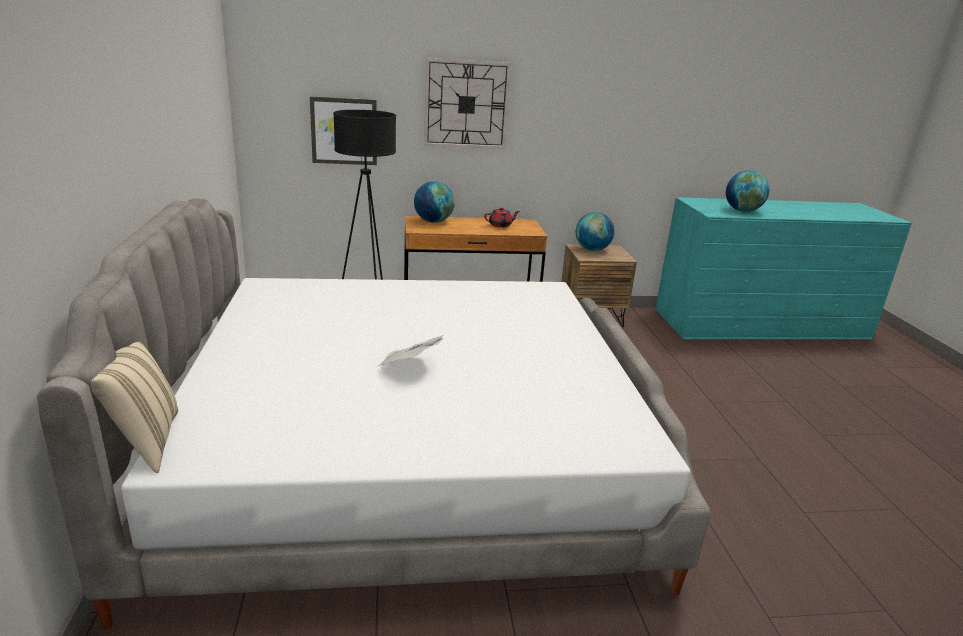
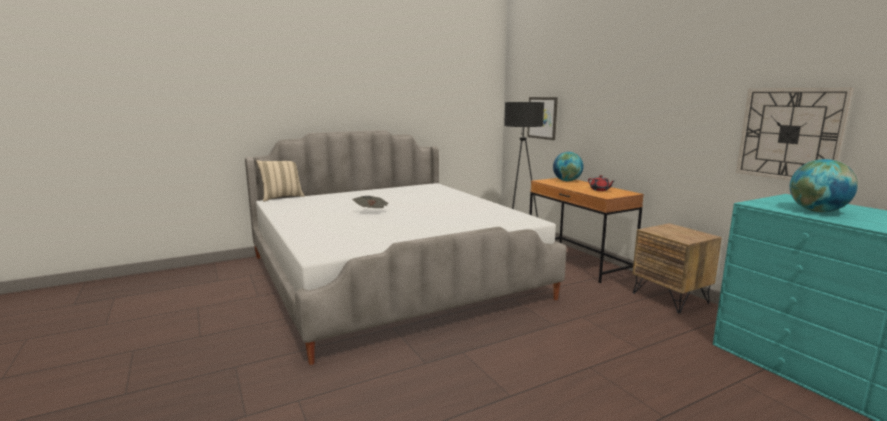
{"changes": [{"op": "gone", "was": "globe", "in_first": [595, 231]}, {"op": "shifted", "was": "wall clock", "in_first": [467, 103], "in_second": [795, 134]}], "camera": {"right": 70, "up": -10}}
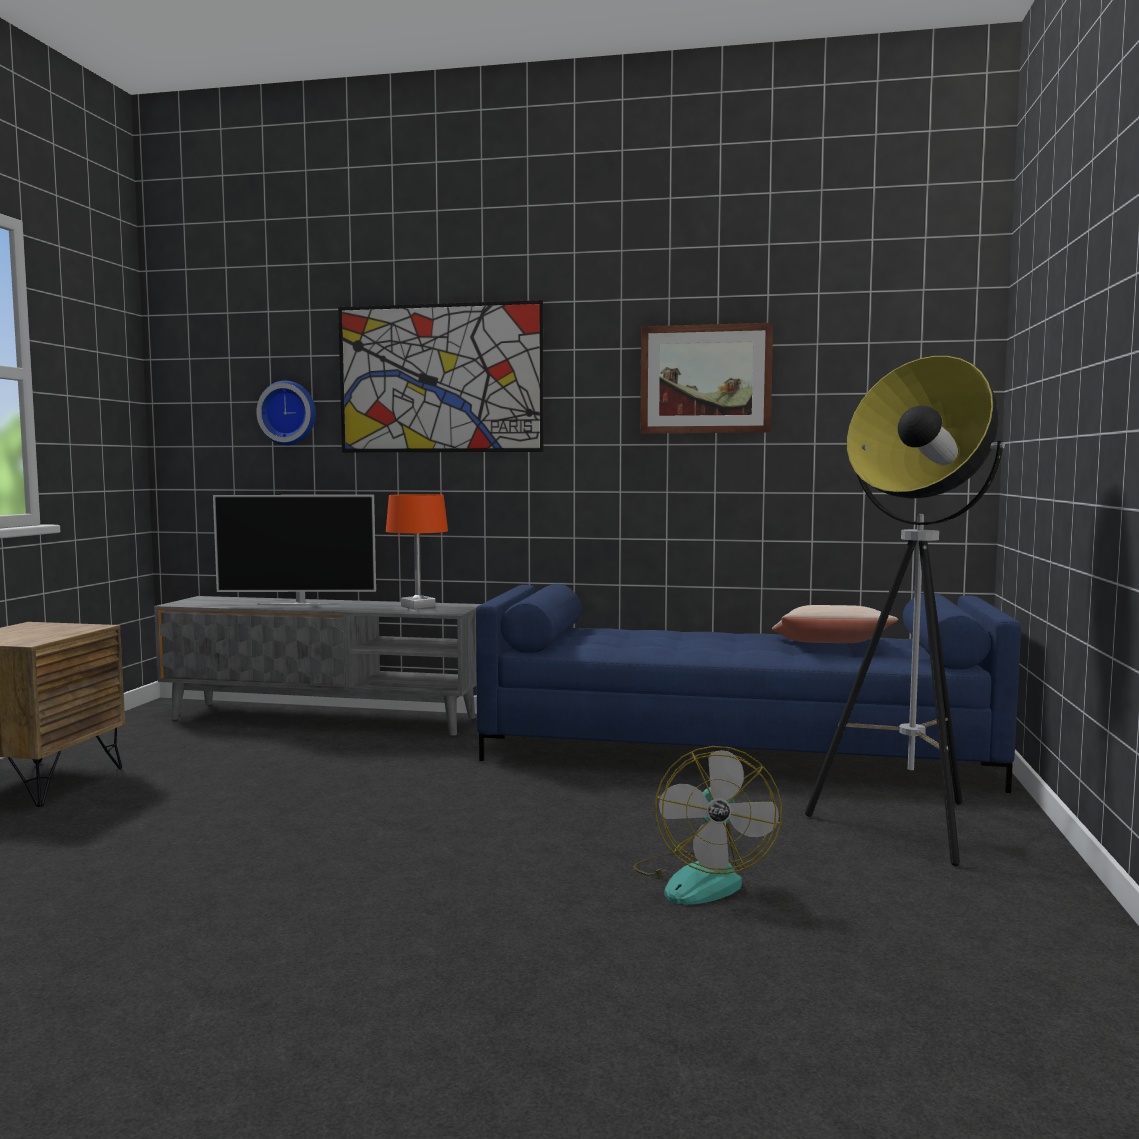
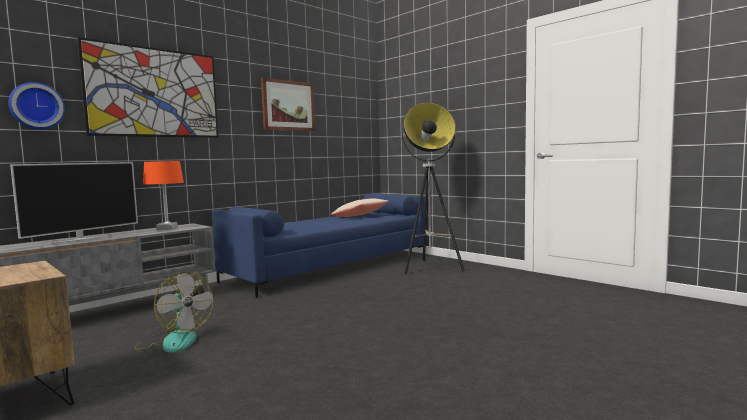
{"changes": [{"op": "shifted", "was": "fan", "in_first": [707, 825], "in_second": [173, 312]}], "camera": {"right": -55, "up": 0}}
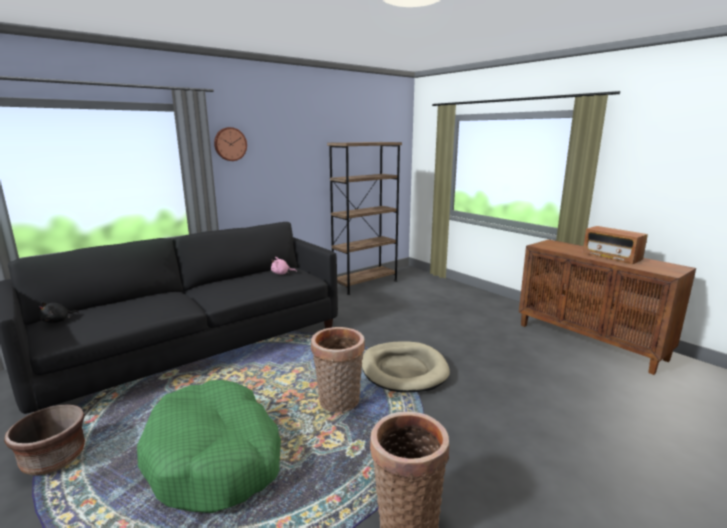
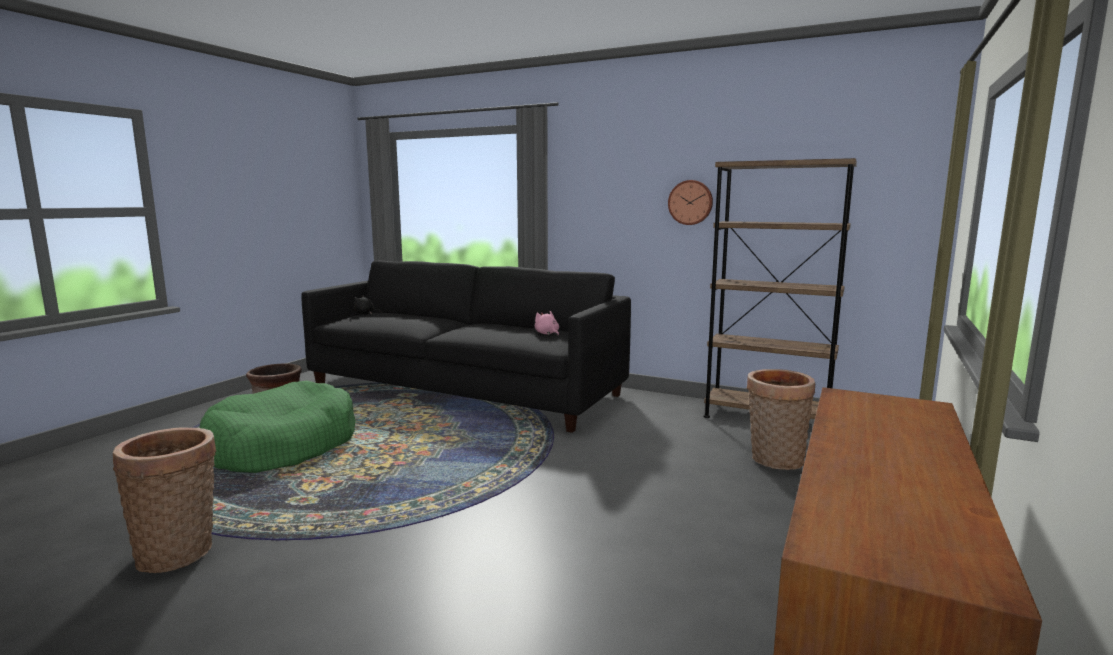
{"changes": [{"op": "gone", "was": "beige dog bed", "in_first": [406, 366]}, {"op": "gone", "was": "radio", "in_first": [615, 245]}, {"op": "shifted", "was": "wall clock", "in_first": [230, 144], "in_second": [690, 202]}, {"op": "shifted", "was": "basket", "in_first": [338, 370], "in_second": [780, 419]}], "camera": {"right": 65, "up": -5}}
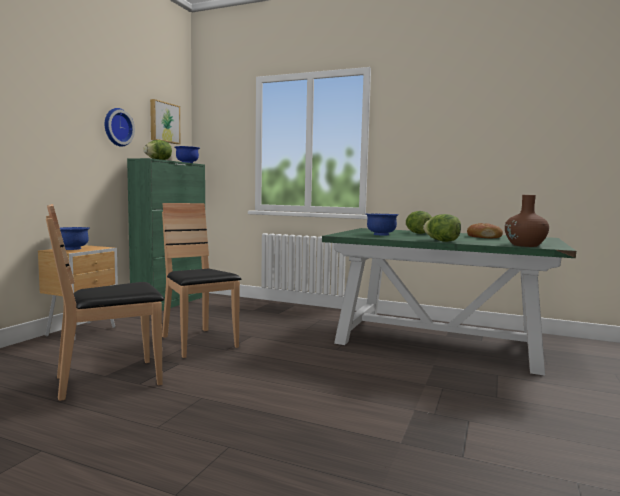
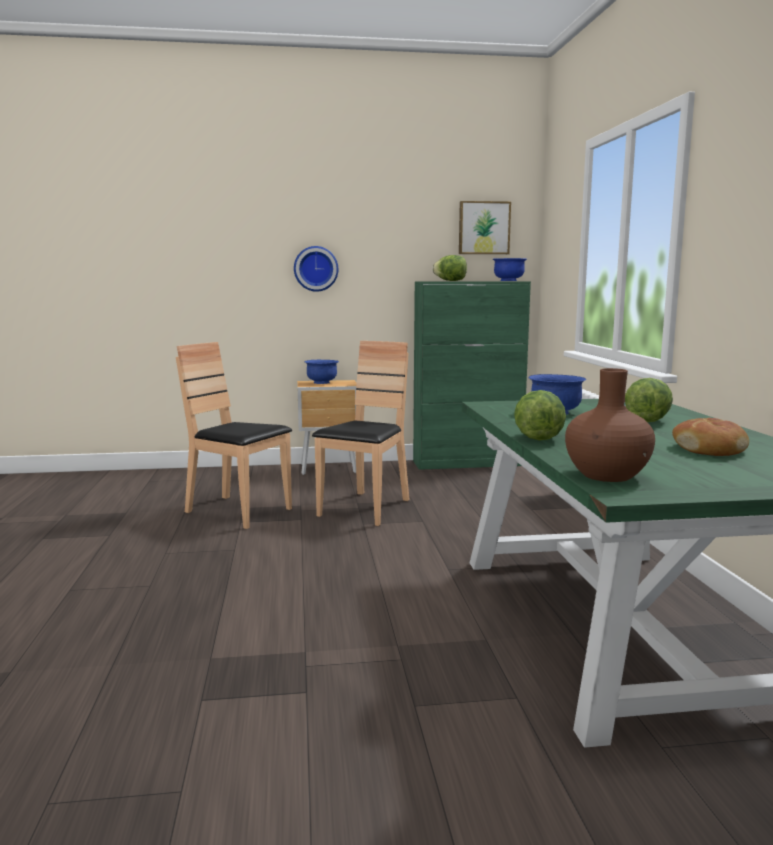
{"changes": [{"op": "shifted", "was": "wall clock", "in_first": [120, 127], "in_second": [316, 269]}], "camera": {"right": 60, "up": 5}}
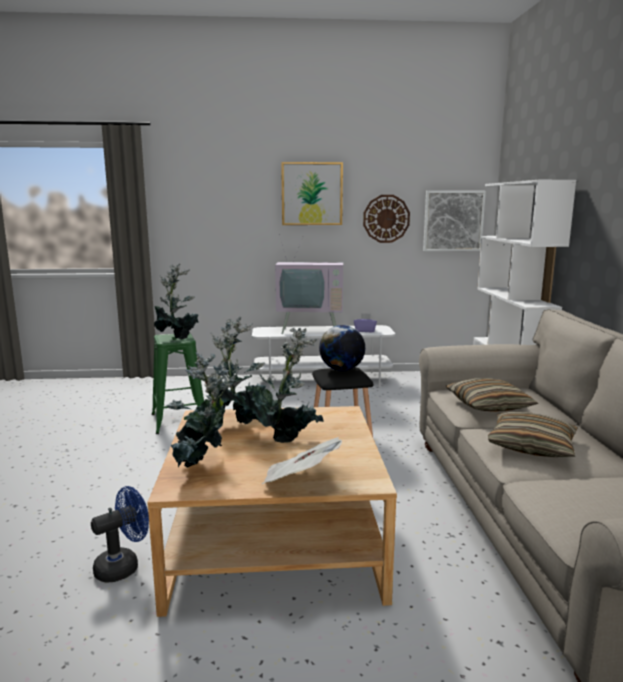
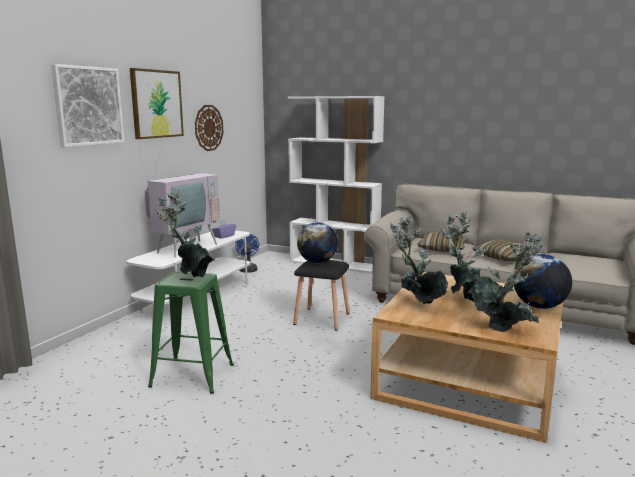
{"changes": [{"op": "shifted", "was": "blue fan", "in_first": [120, 534], "in_second": [247, 253]}, {"op": "shifted", "was": "picture", "in_first": [454, 221], "in_second": [88, 105]}, {"op": "swapped", "was": "newspaper", "now": "globe", "in_first": [302, 460], "in_second": [543, 281]}], "camera": {"right": -60, "up": 0}}
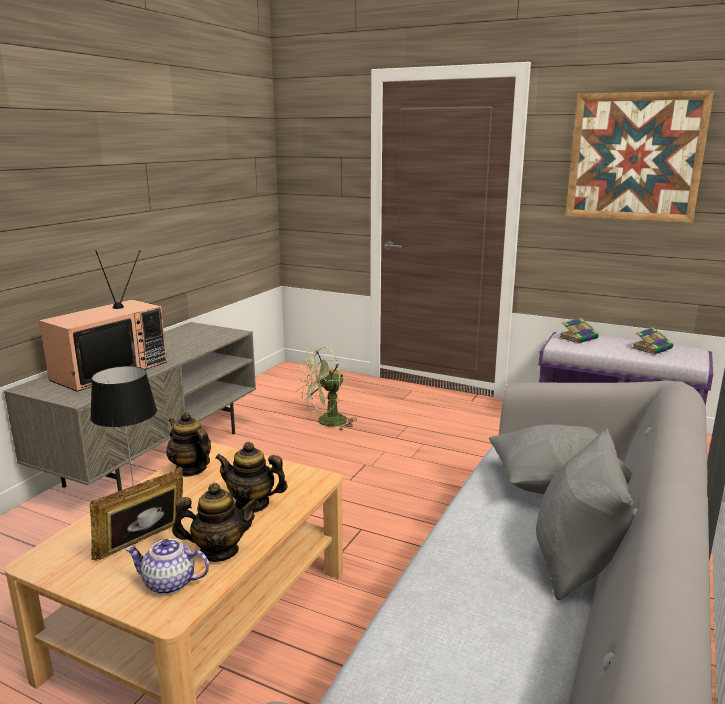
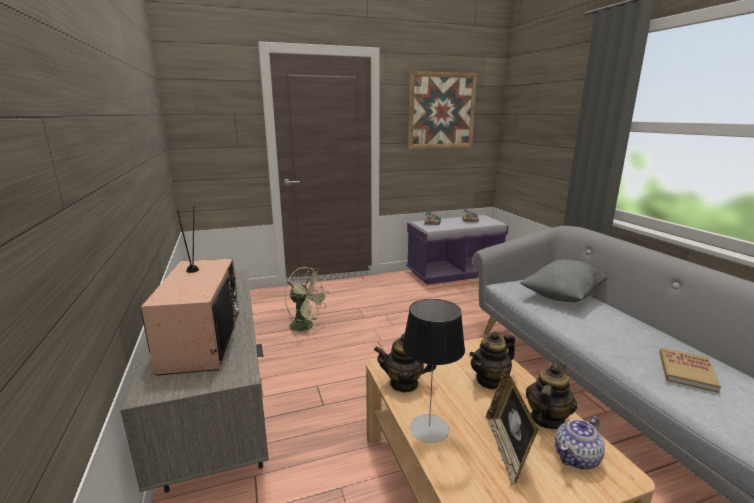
{"changes": [{"op": "gone", "was": "grey pillow", "in_first": [585, 514]}, {"op": "new", "now": "book", "in_second": [690, 370]}, {"op": "rotated", "was": "green fan", "in_first": [328, 389], "in_second": [306, 302], "clockwise": -75}], "camera": {"right": -45, "up": 0}}
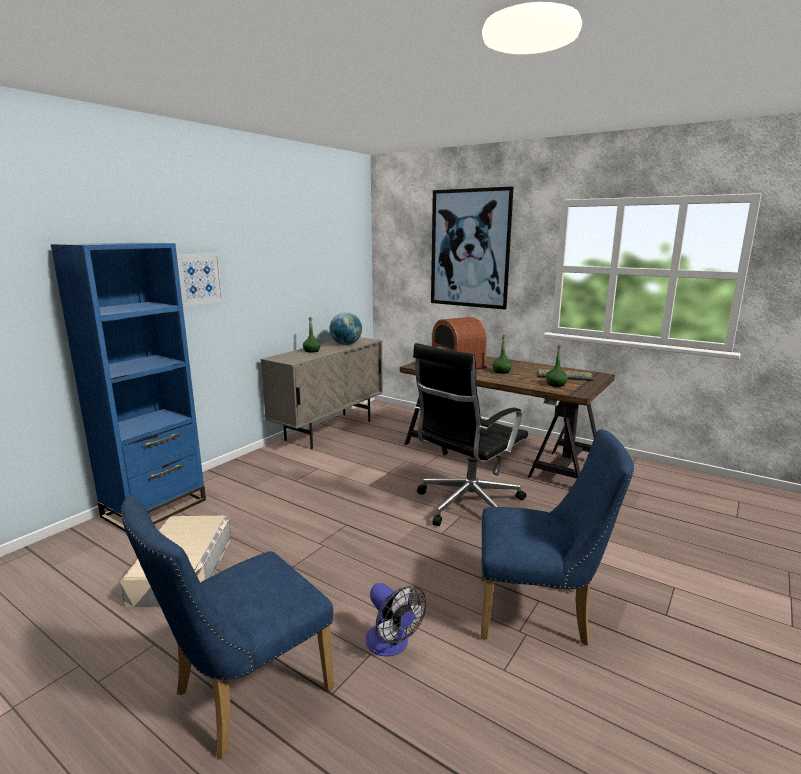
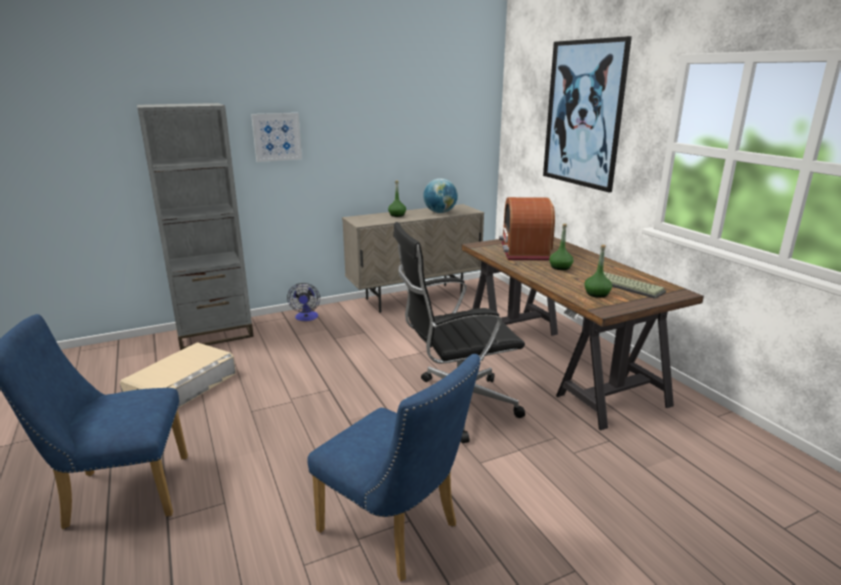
{"changes": [{"op": "shifted", "was": "fan", "in_first": [396, 620], "in_second": [303, 302]}, {"op": "repainted", "was": "blue bookcase", "now": "grey bookcase", "in_first": [128, 387], "in_second": [195, 226]}], "camera": {"right": 30, "up": 5}}
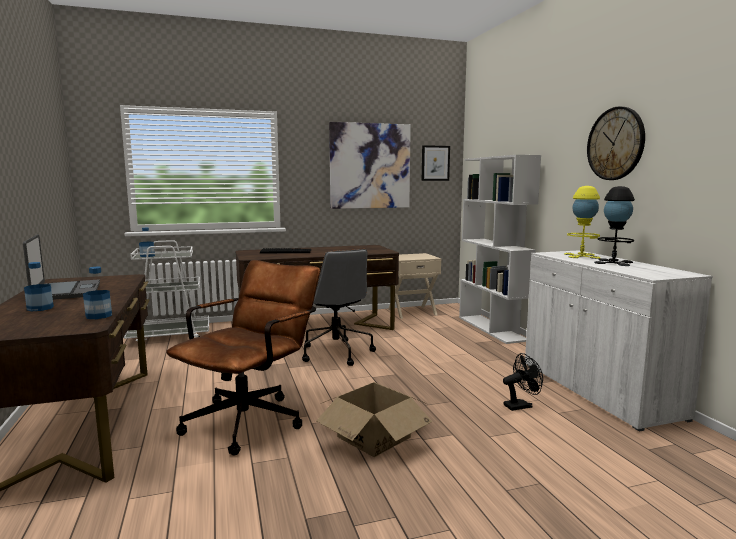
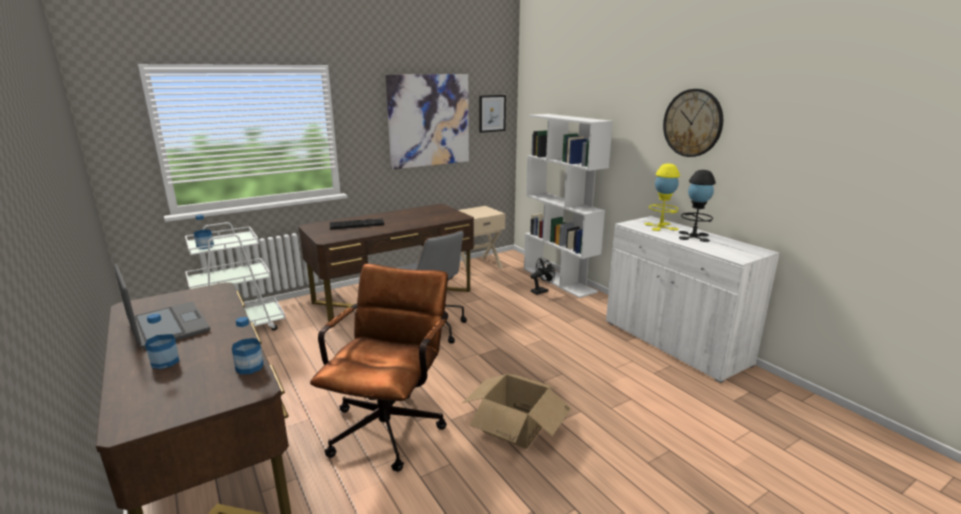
{"changes": [{"op": "shifted", "was": "black fan", "in_first": [523, 382], "in_second": [543, 276]}], "camera": {"right": -15, "up": 10}}
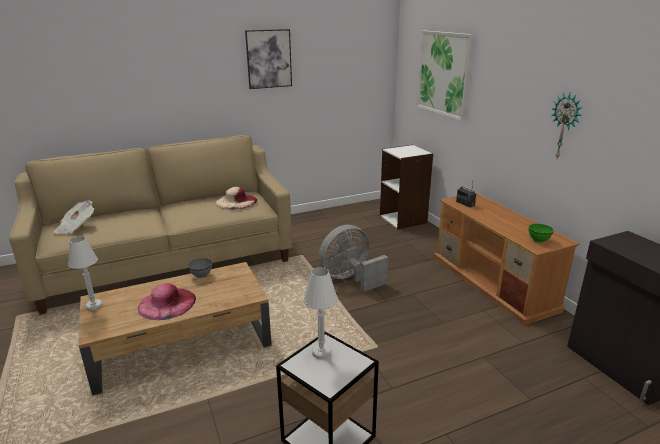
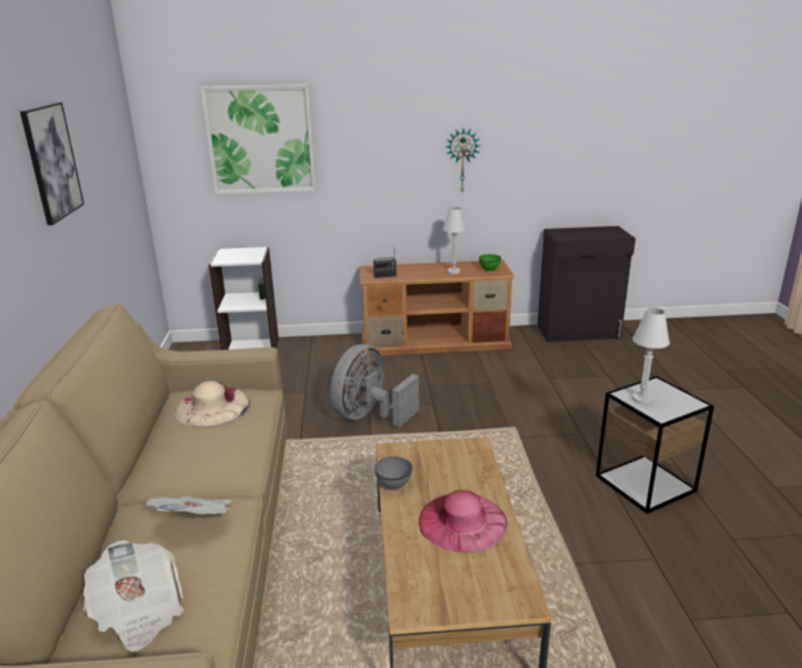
{"changes": [{"op": "new", "now": "newspaper", "in_second": [189, 505]}, {"op": "shifted", "was": "white table lamp", "in_first": [85, 273], "in_second": [454, 240]}, {"op": "rotated", "was": "grey fan", "in_first": [353, 258], "in_second": [374, 386], "clockwise": 45}], "camera": {"right": -70, "up": 0}}
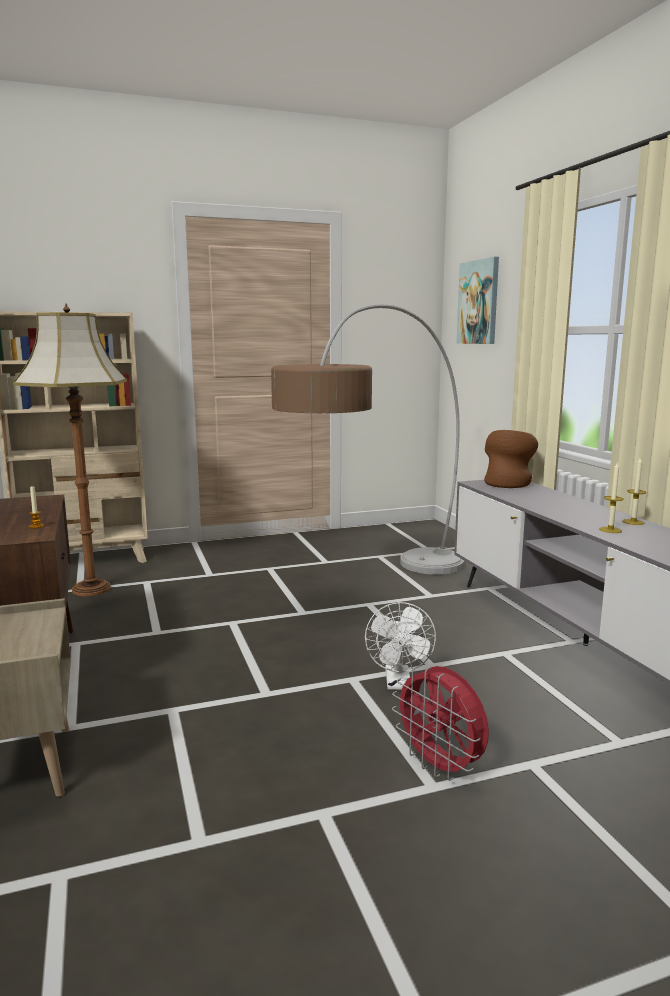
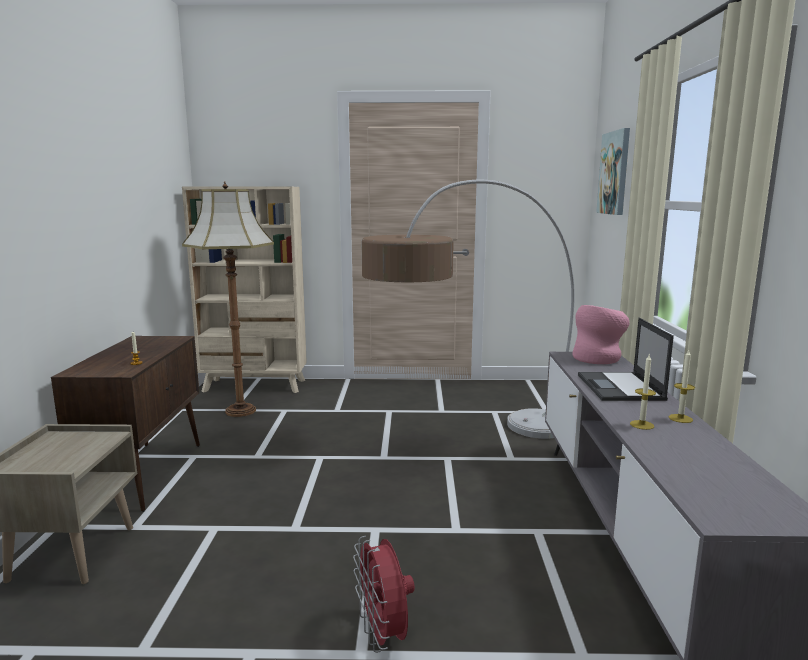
{"changes": [{"op": "gone", "was": "white fan", "in_first": [400, 646]}, {"op": "new", "now": "laptop", "in_second": [626, 359]}, {"op": "repainted", "was": "brown vase", "now": "pink vase", "in_first": [511, 459], "in_second": [601, 334]}], "camera": {"right": 20, "up": 0}}
